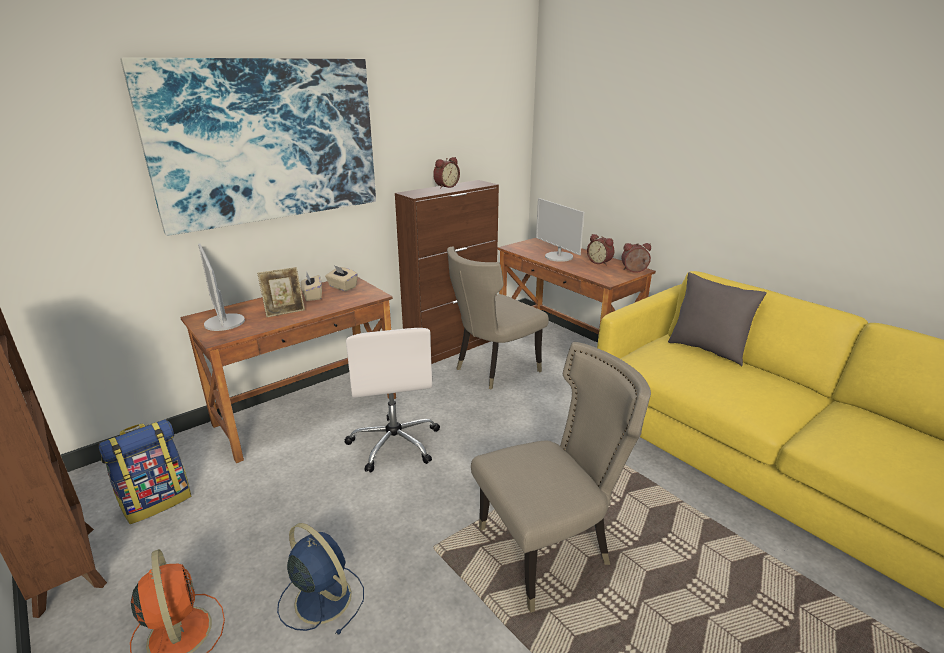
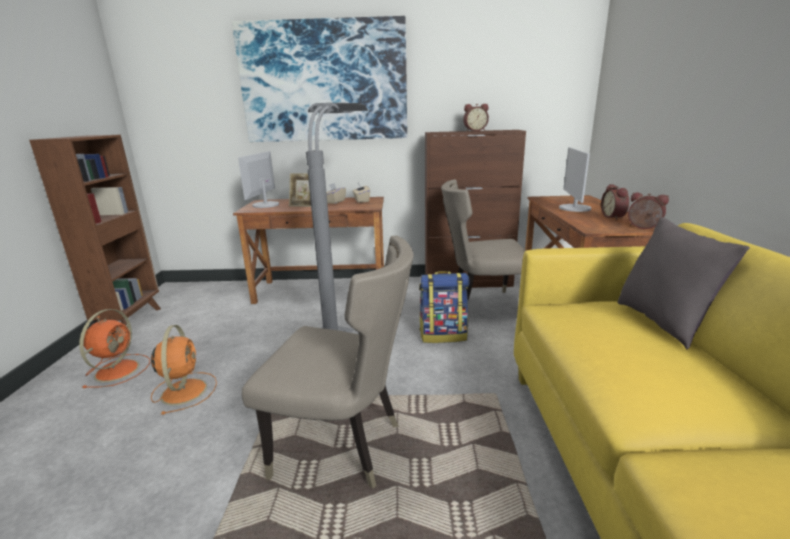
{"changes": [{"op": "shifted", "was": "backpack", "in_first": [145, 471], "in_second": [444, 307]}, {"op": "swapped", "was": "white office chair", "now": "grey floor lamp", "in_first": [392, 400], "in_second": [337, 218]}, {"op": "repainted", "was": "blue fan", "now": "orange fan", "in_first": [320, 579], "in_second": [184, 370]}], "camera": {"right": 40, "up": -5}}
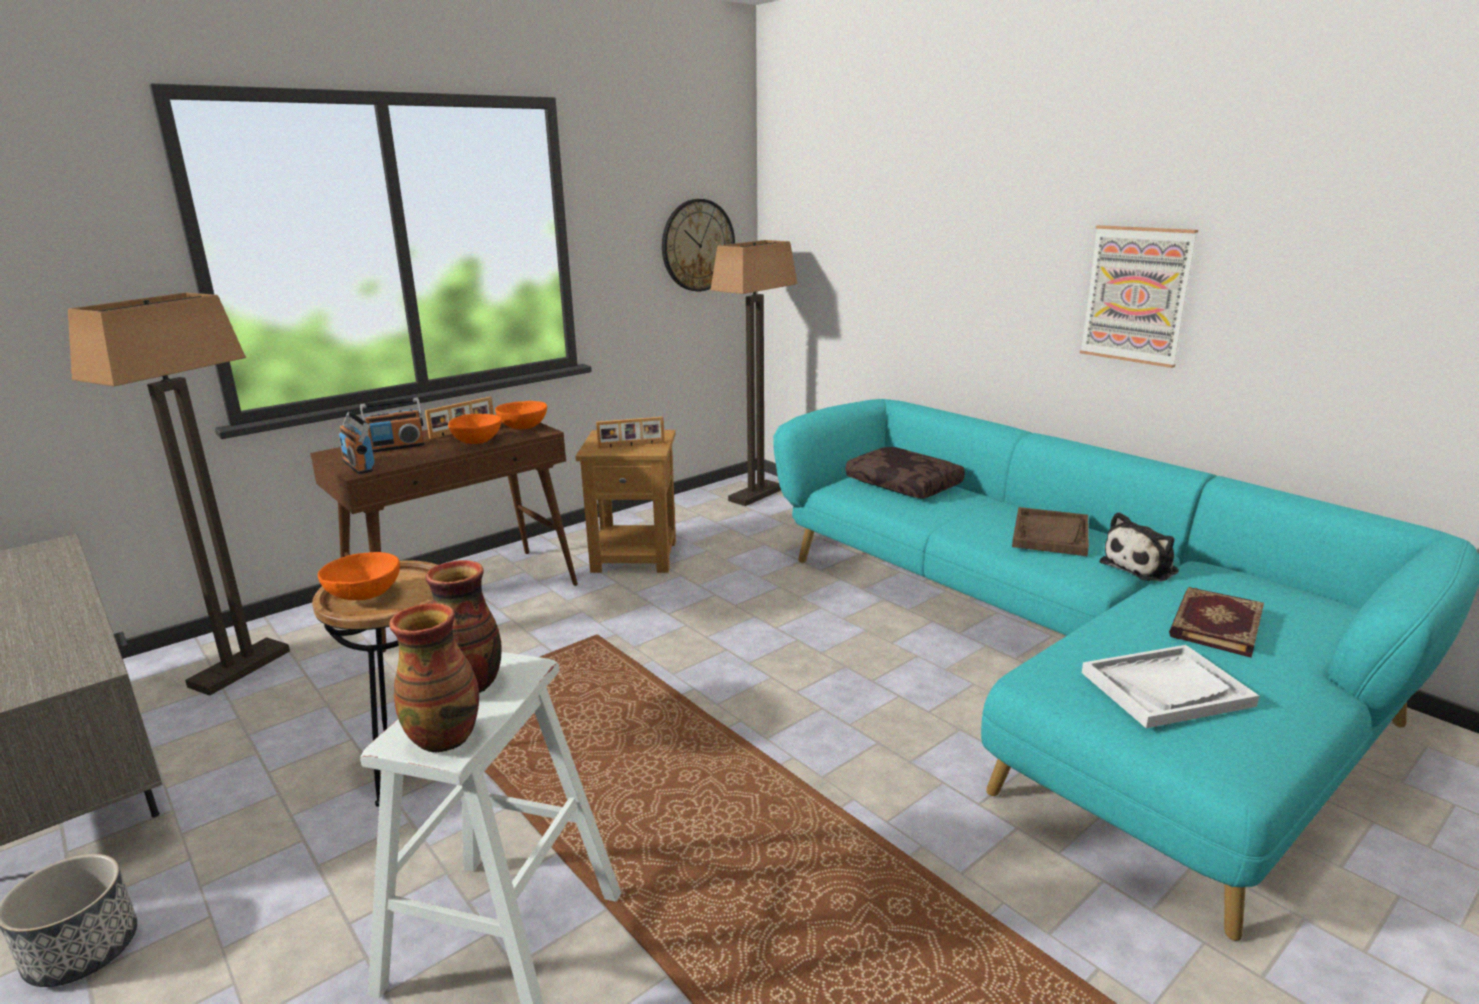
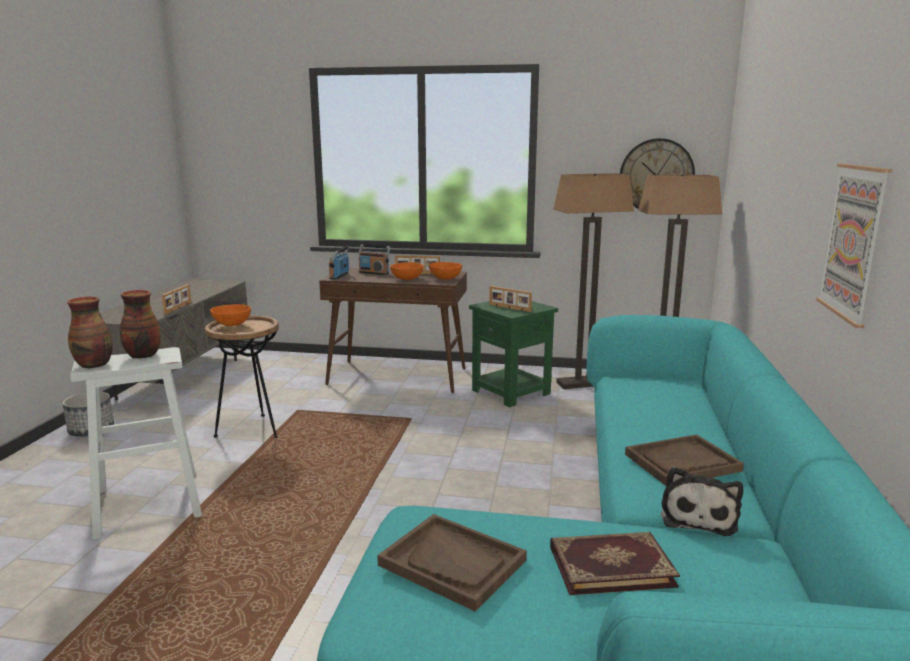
{"changes": [{"op": "gone", "was": "brown pillow", "in_first": [905, 473]}, {"op": "new", "now": "picture frame", "in_second": [176, 299]}, {"op": "shifted", "was": "floor lamp", "in_first": [179, 494], "in_second": [593, 281]}, {"op": "repainted", "was": "brown side table", "now": "green side table", "in_first": [625, 501], "in_second": [513, 354]}, {"op": "repainted", "was": "white tray", "now": "brown tray", "in_first": [1170, 686], "in_second": [452, 563]}, {"op": "rotated", "was": "plush toy", "in_first": [1139, 547], "in_second": [702, 501], "clockwise": -90}], "camera": {"right": 50, "up": -5}}
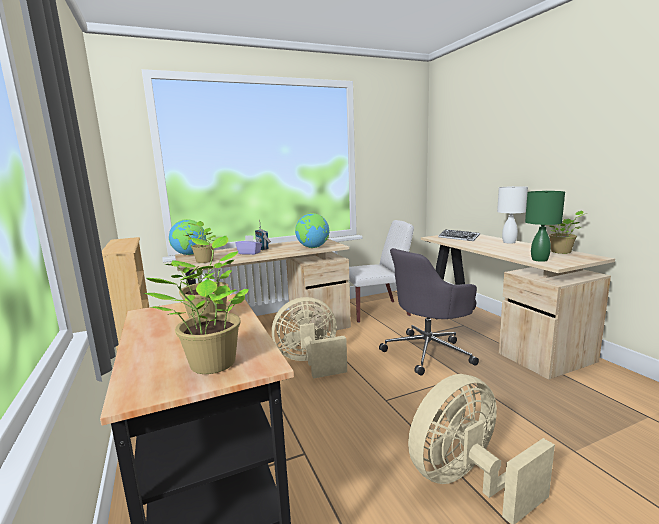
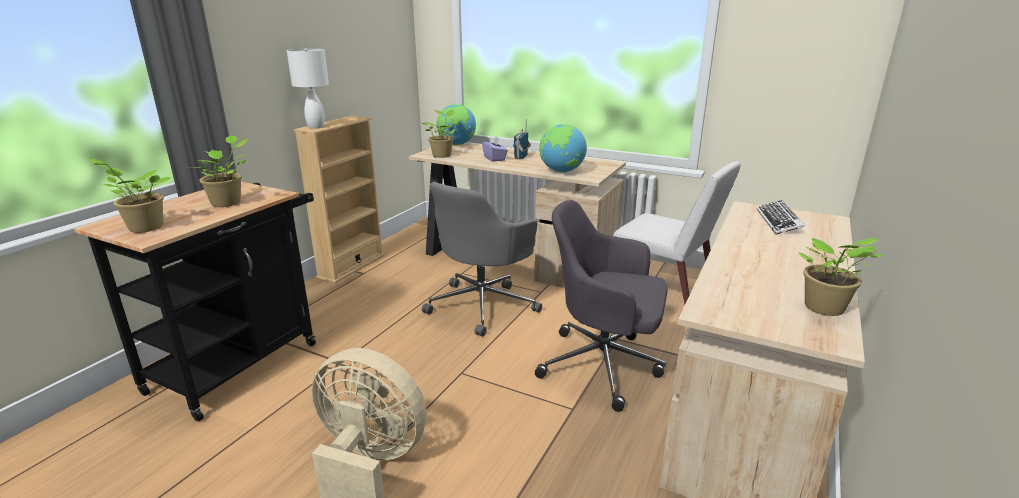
{"changes": [{"op": "gone", "was": "green table lamp", "in_first": [545, 226]}, {"op": "shifted", "was": "white table lamp", "in_first": [512, 215], "in_second": [308, 88]}, {"op": "swapped", "was": "beige fan", "now": "grey office chair", "in_first": [309, 338], "in_second": [482, 259]}], "camera": {"right": 50, "up": 10}}
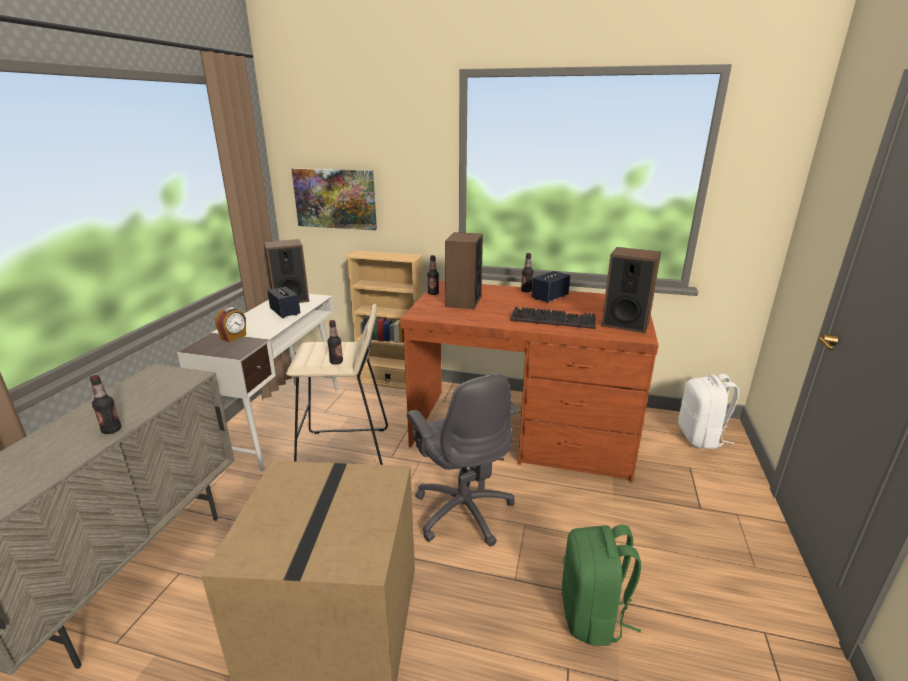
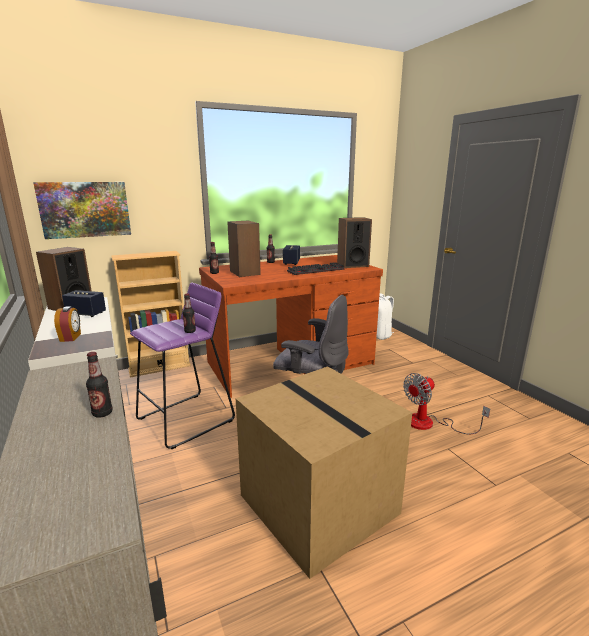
{"changes": [{"op": "swapped", "was": "green backpack", "now": "fan", "in_first": [601, 585], "in_second": [446, 403]}, {"op": "repainted", "was": "beige stool", "now": "purple stool", "in_first": [337, 384], "in_second": [182, 366]}], "camera": {"right": -40, "up": -5}}
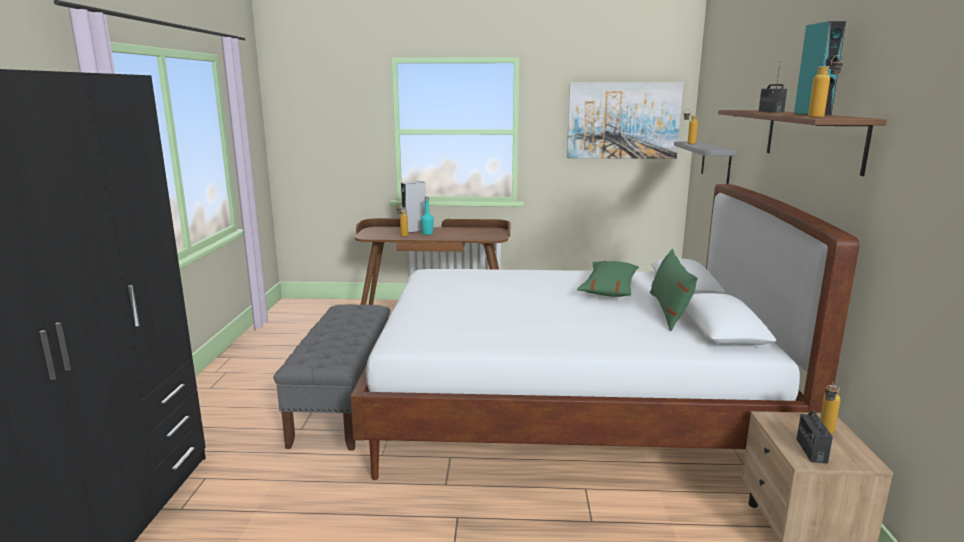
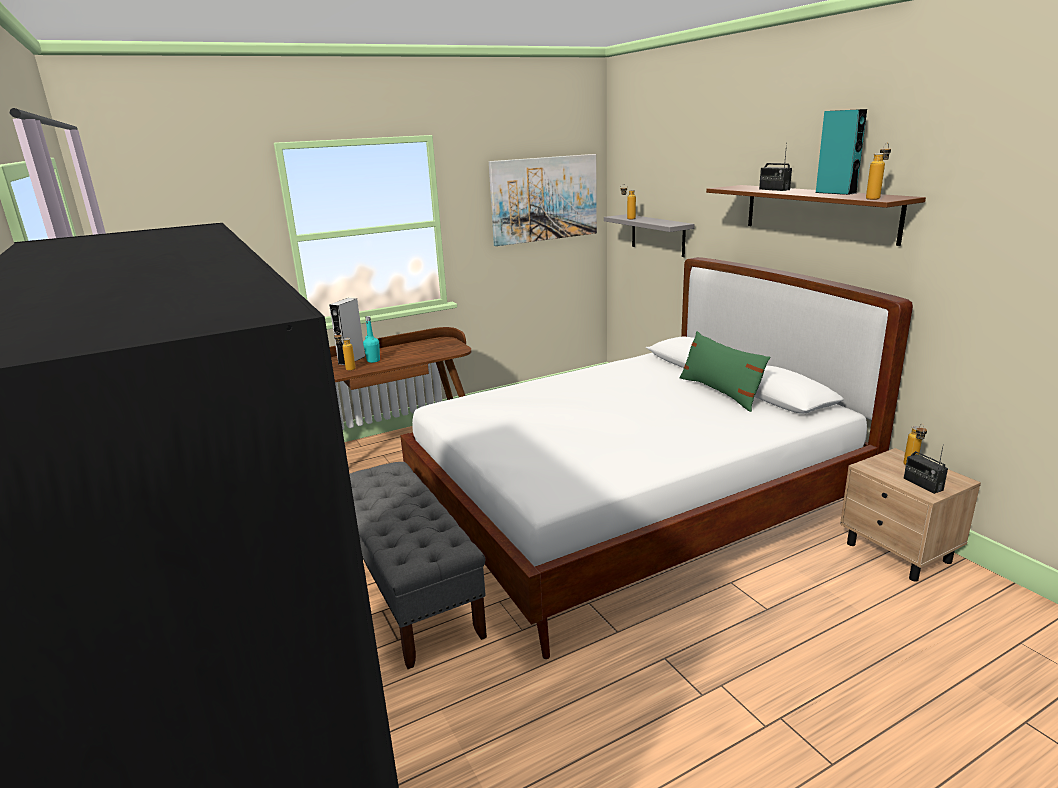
{"changes": [{"op": "gone", "was": "green pillow", "in_first": [608, 279]}], "camera": {"right": -30, "up": 5}}
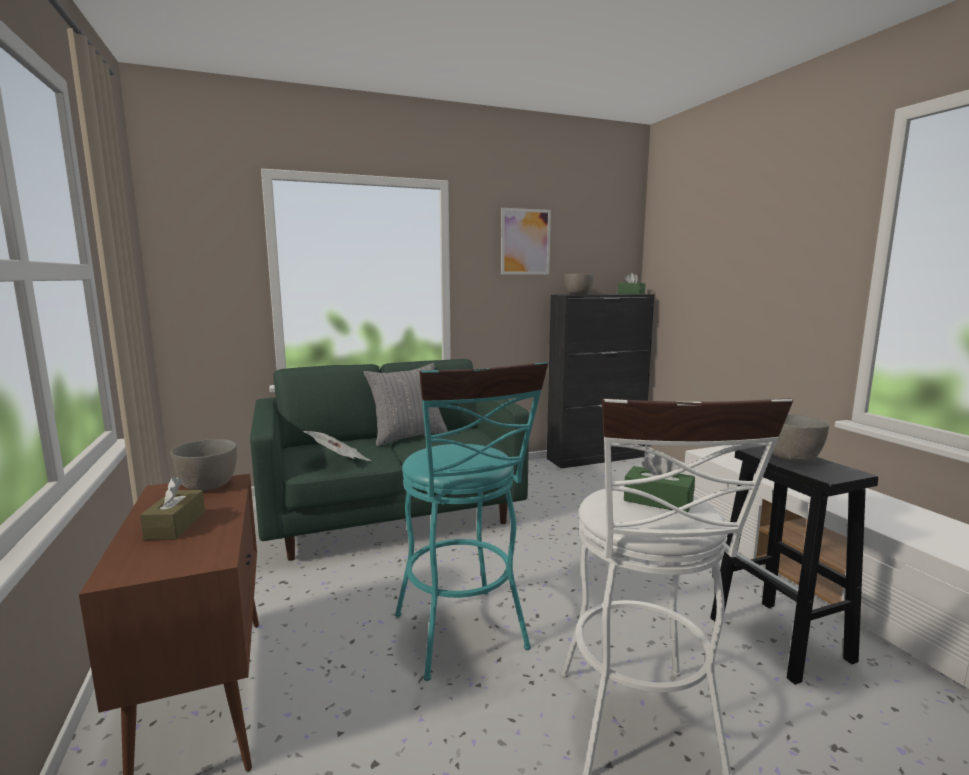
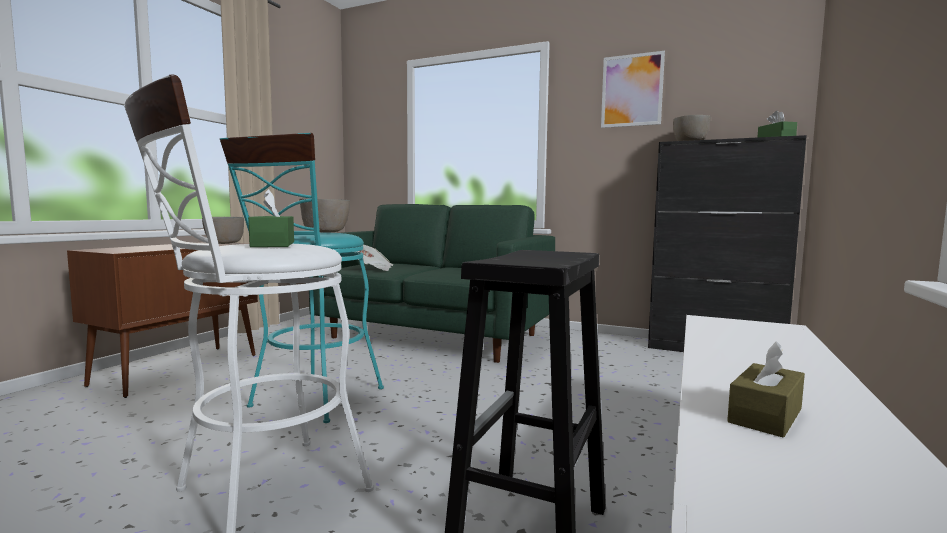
{"changes": [{"op": "gone", "was": "grey pillow", "in_first": [405, 405]}, {"op": "shifted", "was": "brown tissue box", "in_first": [172, 508], "in_second": [766, 389]}, {"op": "shifted", "was": "grey bowl", "in_first": [800, 437], "in_second": [324, 215]}], "camera": {"right": 45, "up": -5}}
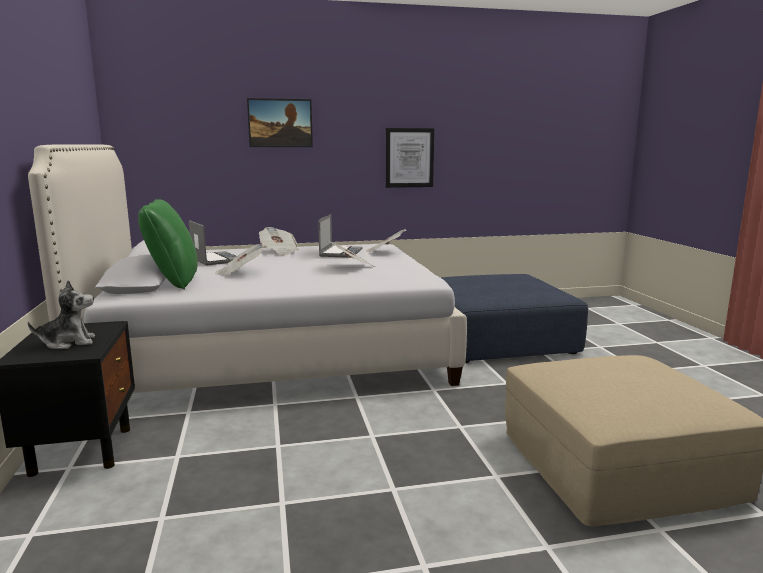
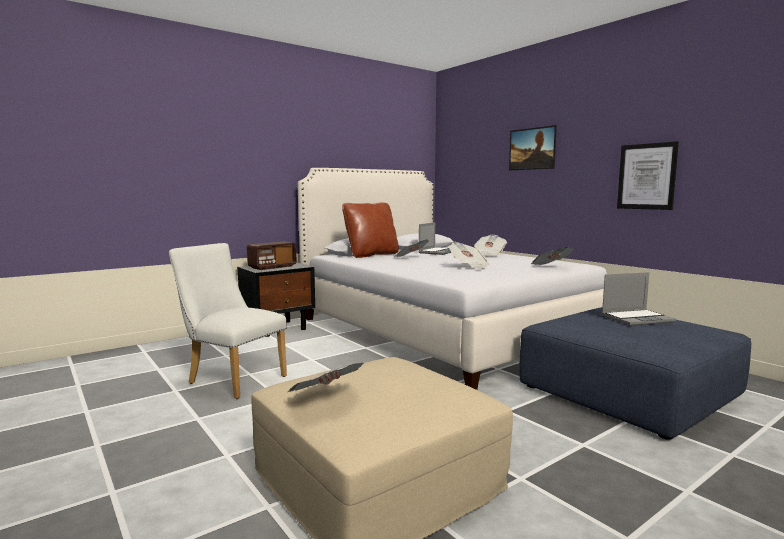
{"changes": [{"op": "new", "now": "white chair", "in_second": [228, 321]}, {"op": "new", "now": "newspaper", "in_second": [326, 377]}, {"op": "shifted", "was": "laptop", "in_first": [340, 236], "in_second": [639, 299]}, {"op": "swapped", "was": "plush toy", "now": "radio", "in_first": [61, 314], "in_second": [272, 255]}, {"op": "repainted", "was": "green pillow", "now": "brown pillow", "in_first": [168, 244], "in_second": [370, 230]}], "camera": {"right": 65, "up": -5}}
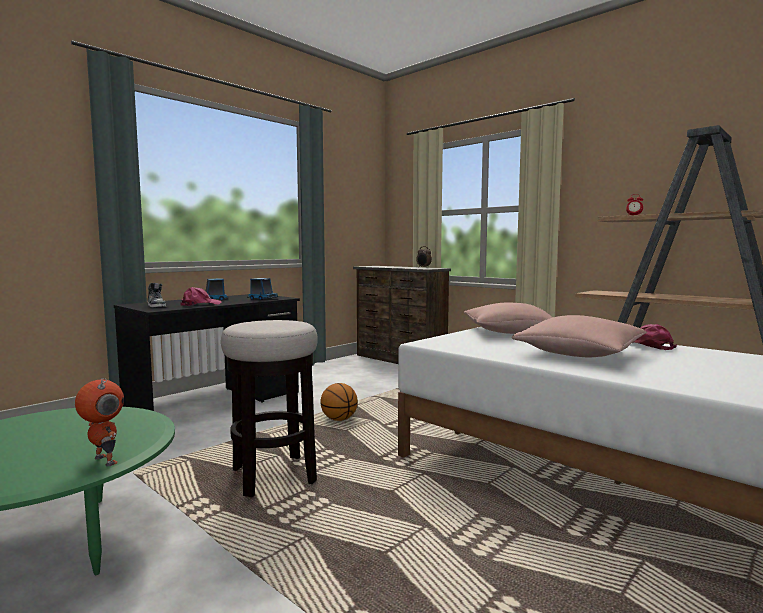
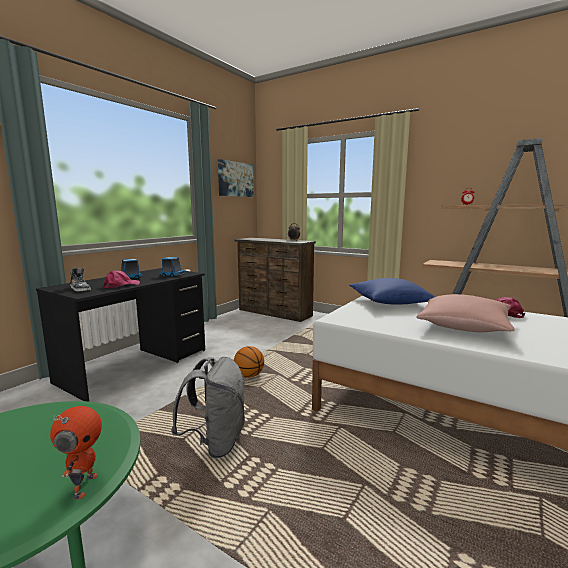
{"changes": [{"op": "new", "now": "picture", "in_second": [235, 178]}, {"op": "swapped", "was": "stool", "now": "grey backpack", "in_first": [269, 408], "in_second": [208, 407]}, {"op": "repainted", "was": "pink pillow", "now": "blue pillow", "in_first": [508, 318], "in_second": [392, 291]}, {"op": "rotated", "was": "toy robot", "in_first": [99, 422], "in_second": [76, 452], "clockwise": 60}], "camera": {"right": -10, "up": 5}}
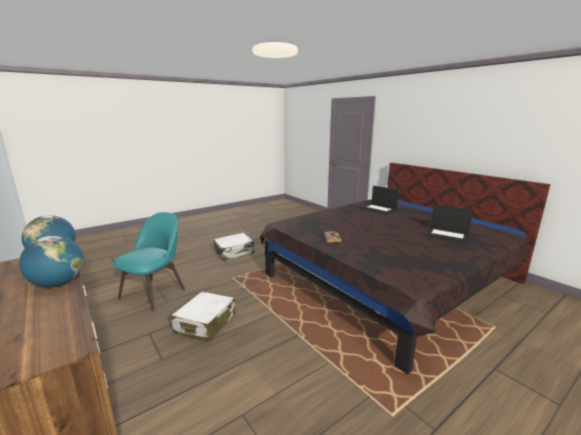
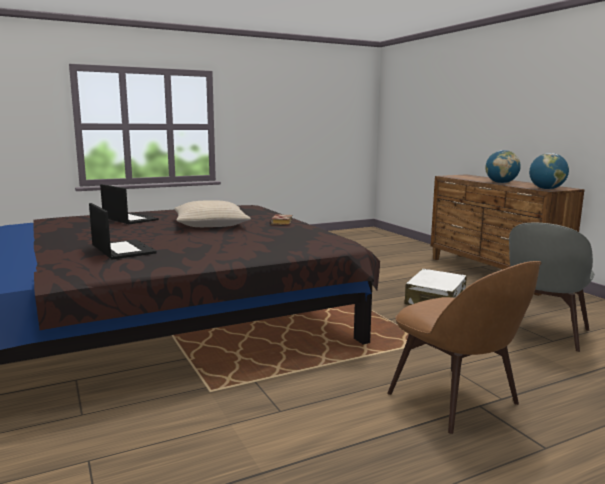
{"changes": [{"op": "new", "now": "beige pillow", "in_second": [212, 213]}, {"op": "swapped", "was": "white suitcase", "now": "brown chair", "in_first": [234, 247], "in_second": [464, 347]}, {"op": "repainted", "was": "turquoise chair", "now": "grey chair", "in_first": [148, 261], "in_second": [552, 287]}], "camera": {"right": -170, "up": -5}}
